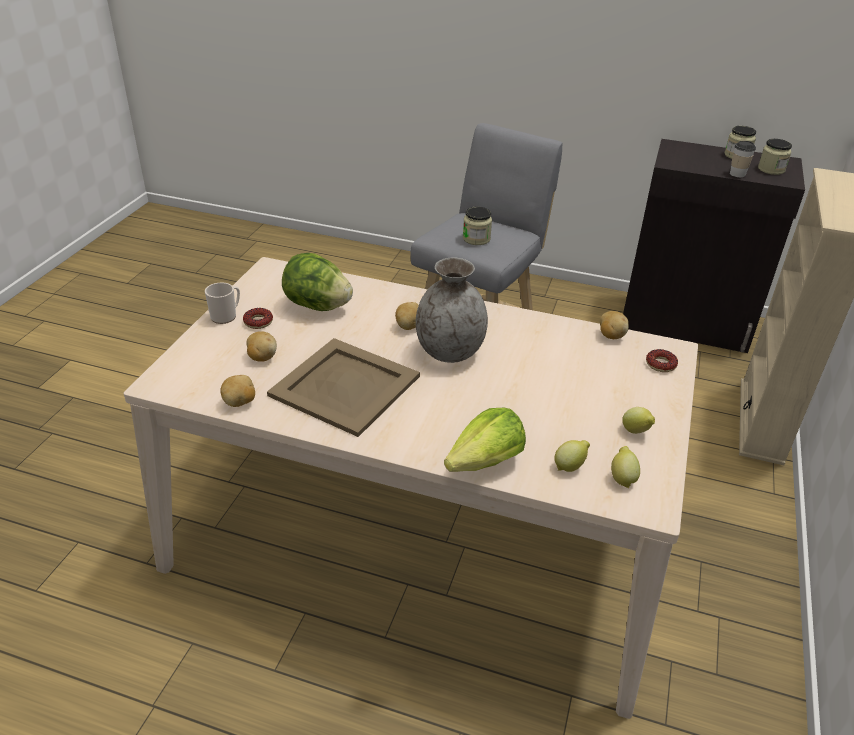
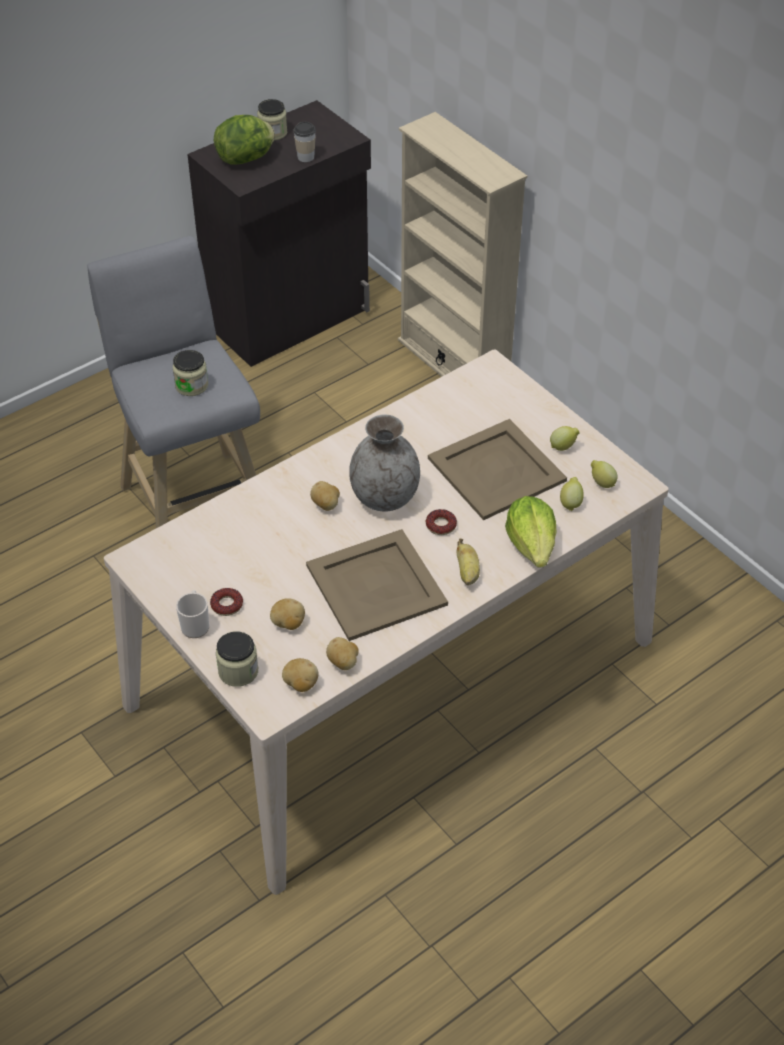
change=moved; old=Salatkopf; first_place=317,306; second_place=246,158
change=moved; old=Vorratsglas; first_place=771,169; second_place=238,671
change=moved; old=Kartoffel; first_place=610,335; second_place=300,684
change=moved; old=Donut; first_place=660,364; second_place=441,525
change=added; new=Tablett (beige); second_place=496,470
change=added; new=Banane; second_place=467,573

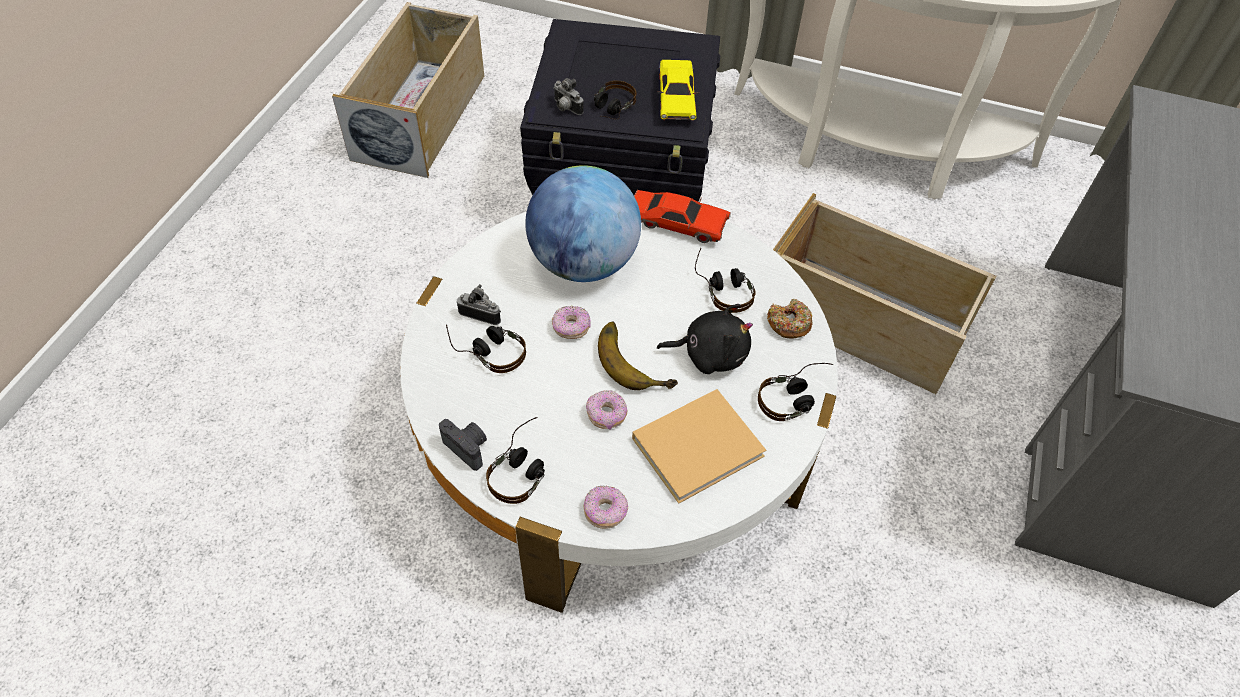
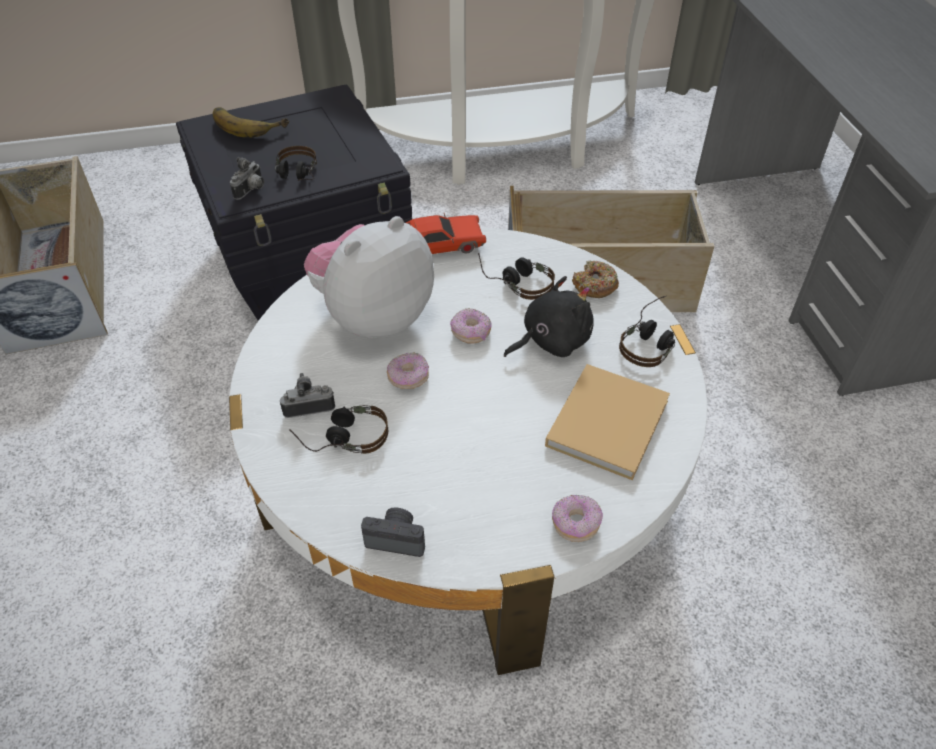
change=moved; old=Banane; first_place=636,359; second_place=249,123
change=turned; old=Kamera; first_place=566,108; second_place=251,190; degrees=-75
change=replaced; old=Globus; new=Plüschtier; first_place=583,263; second_place=373,316
change=moved; old=Donut; first_place=606,415; second_place=471,333
change=removed; old=Kopfhörer; first_place=523,468
change=removed; old=Spielzeugauto (gelb); first_place=676,98

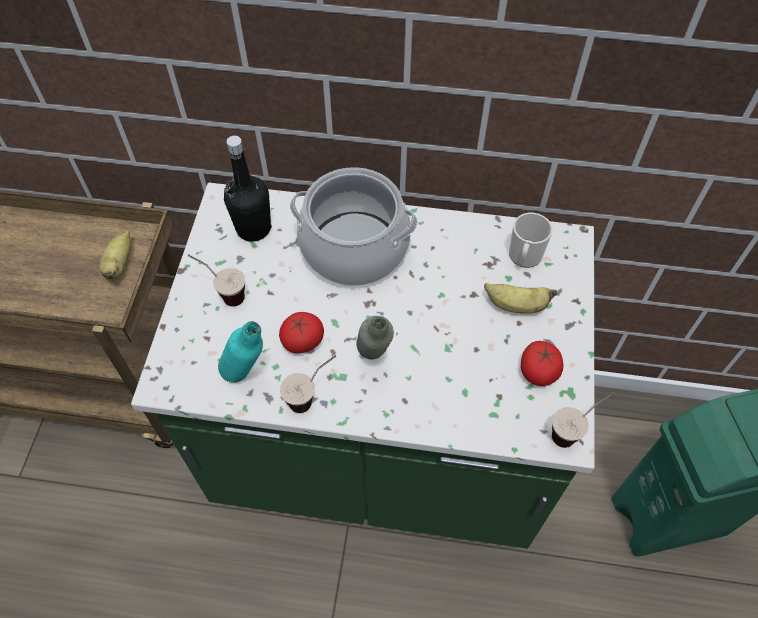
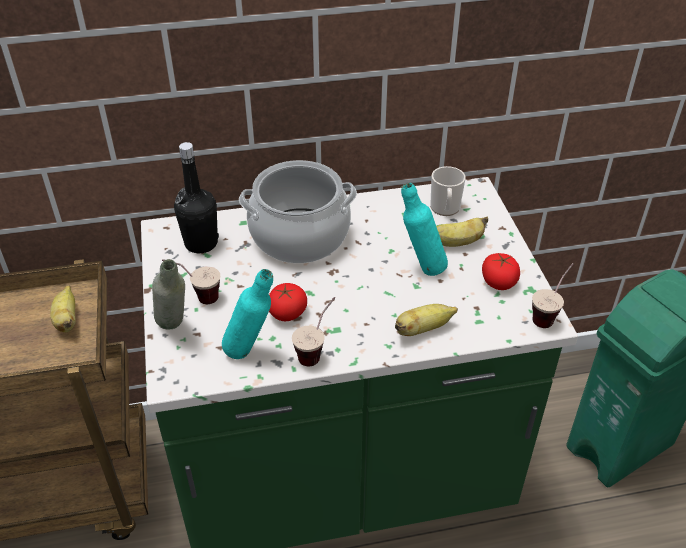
change=moved; old=Flasche (grau); first_place=374,361; second_place=175,330
change=added; new=Banane; second_place=423,329
change=added; new=Flasche (türkis); second_place=421,268

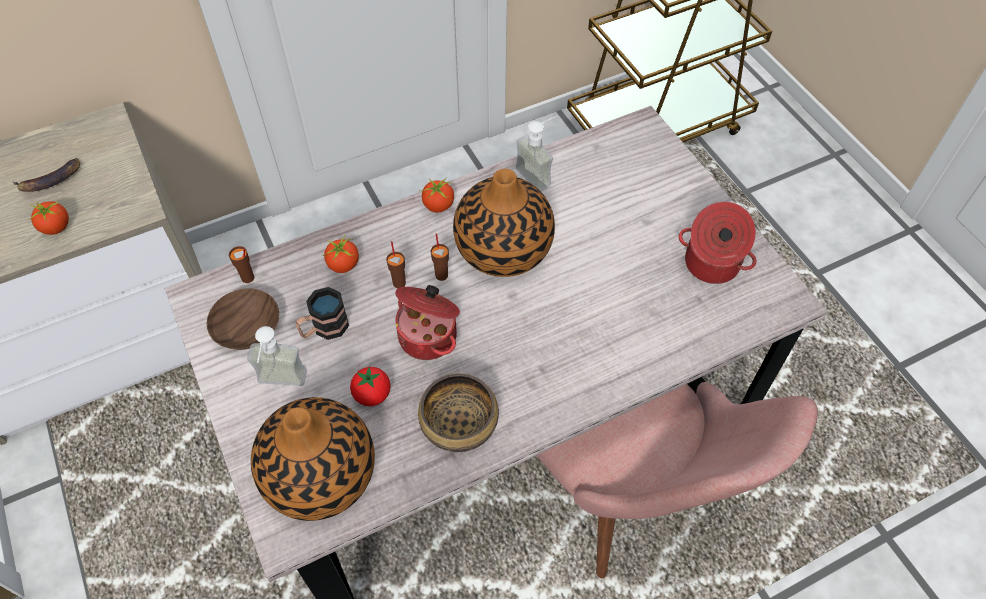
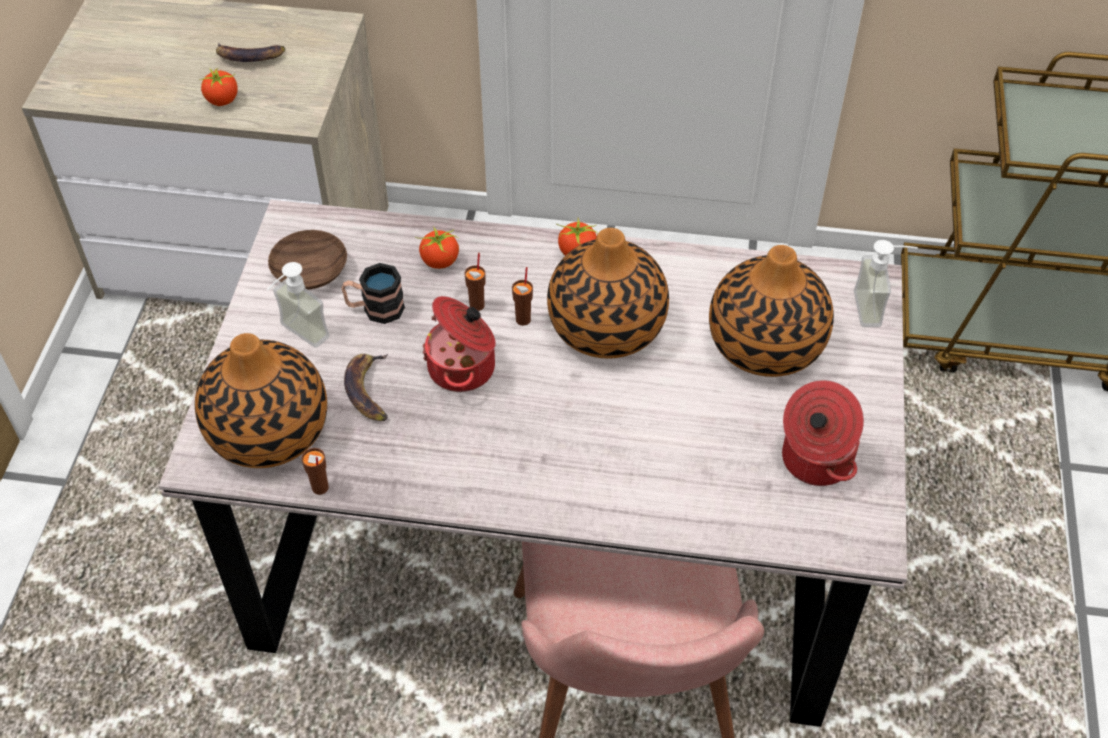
change=moved; old=Tasse (braun); first_place=248,278; second_place=320,488
change=replaced; old=Tomate; new=Banane; first_place=372,394; second_place=368,390
change=added; new=Vase; second_place=766,344
change=moved; old=Seifenspender; first_place=539,173; second_place=878,308
change=removed; old=Schüssel; first_place=460,424

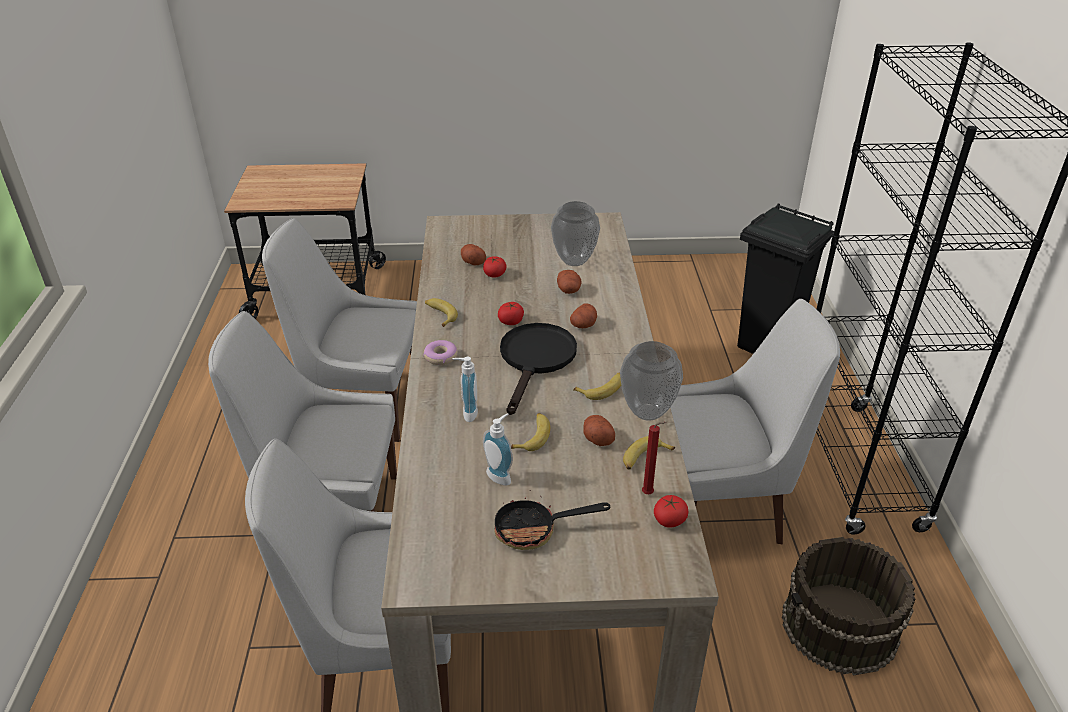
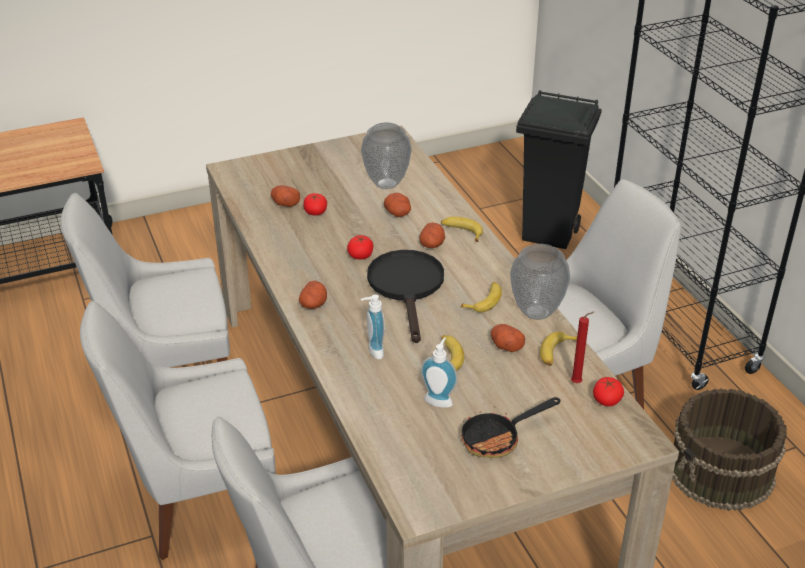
change=replaced; old=Donut; new=Kartoffel; first_place=441,357; second_place=313,304
change=moved; old=Banane; first_place=440,315; second_place=461,232

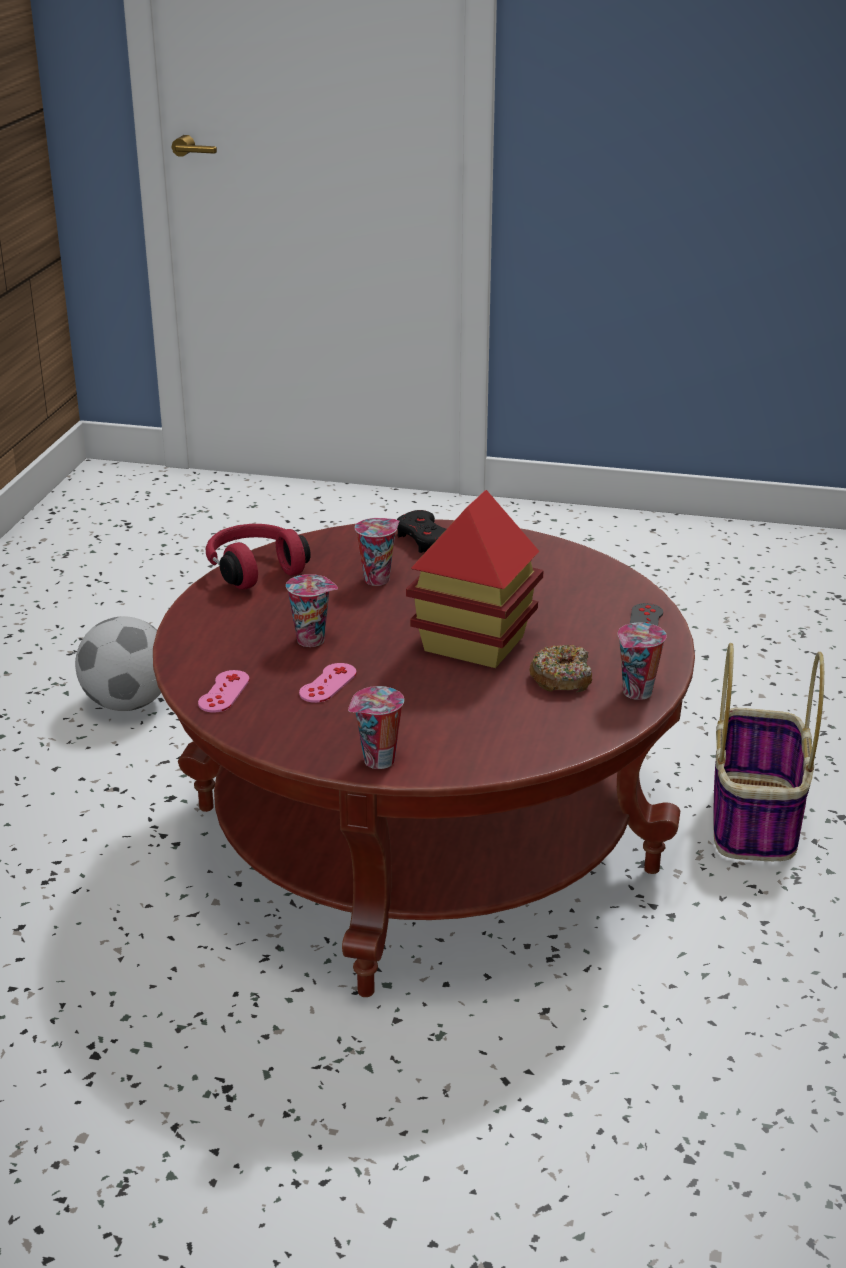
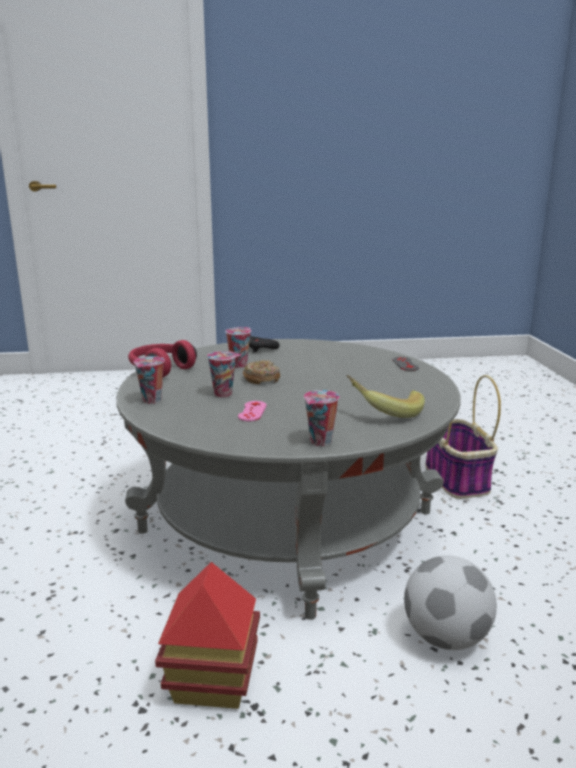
change=recoloured; old=Couchtisch (rot); new=Couchtisch (grau); first_place=423,837; second_place=288,521
change=moved; old=Tasse; first_place=637,693; second_place=152,401
change=moved; old=Spielzeughaus; first_place=473,643; second_place=212,683
change=moved; old=Donut; first_place=561,678; second_place=261,379
change=added; new=Banane; second_place=384,411
change=moved; old=Fußball; first_place=128,703; second_place=445,637
change=removed; old=Gamepad (rosa); first_place=224,692

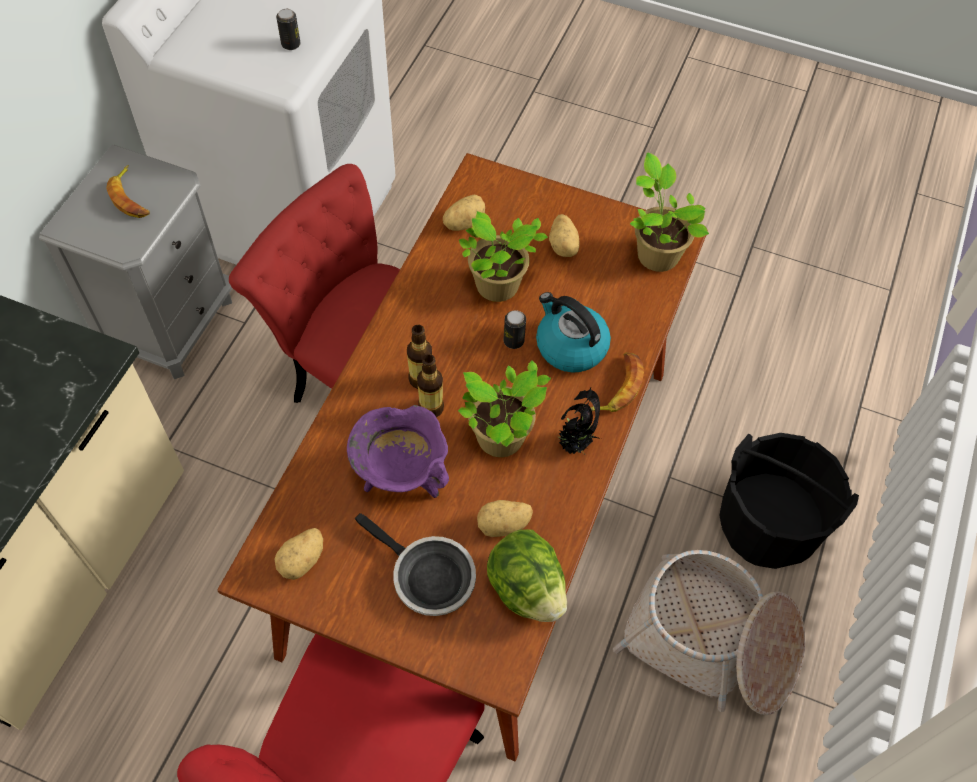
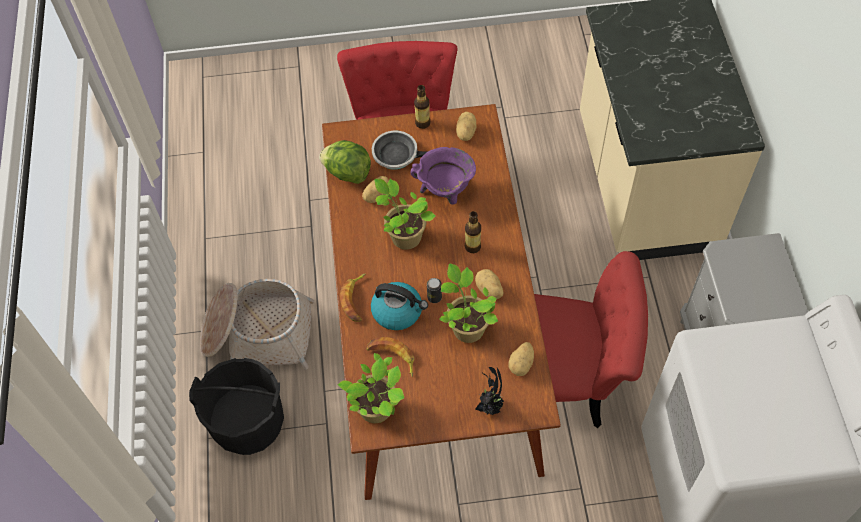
change=moved; old=Banane; first_place=131,197; second_place=392,357
change=moved; old=Flasche; first_place=431,408; second_place=422,123
change=moved; old=Kartoffel; first_place=564,246; second_place=488,290
change=moved; old=Topfpflanze; first_place=575,445; second_place=490,406
change=removed; old=Dose; first_place=291,44

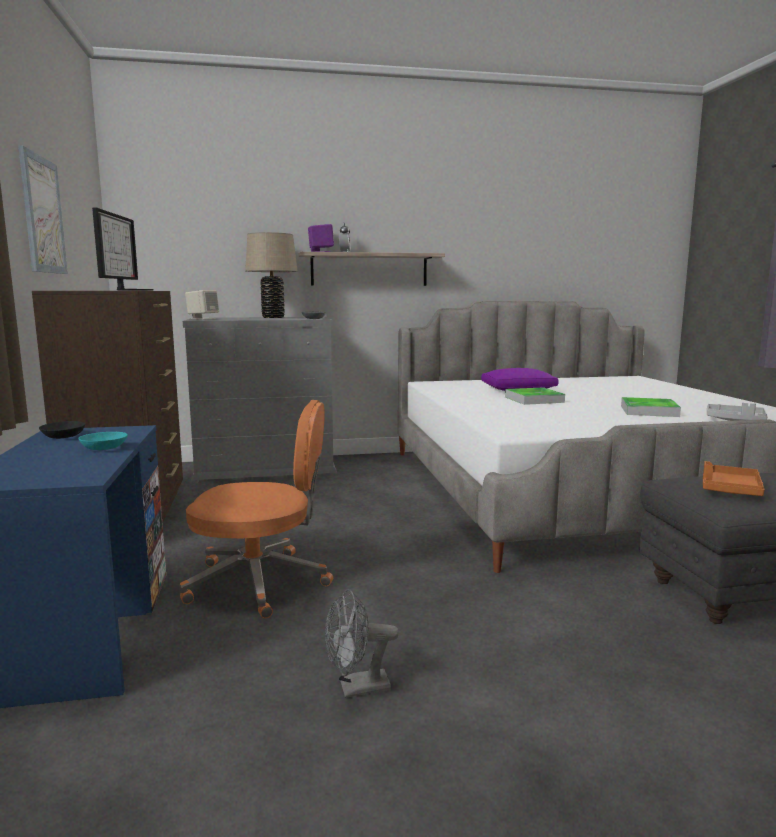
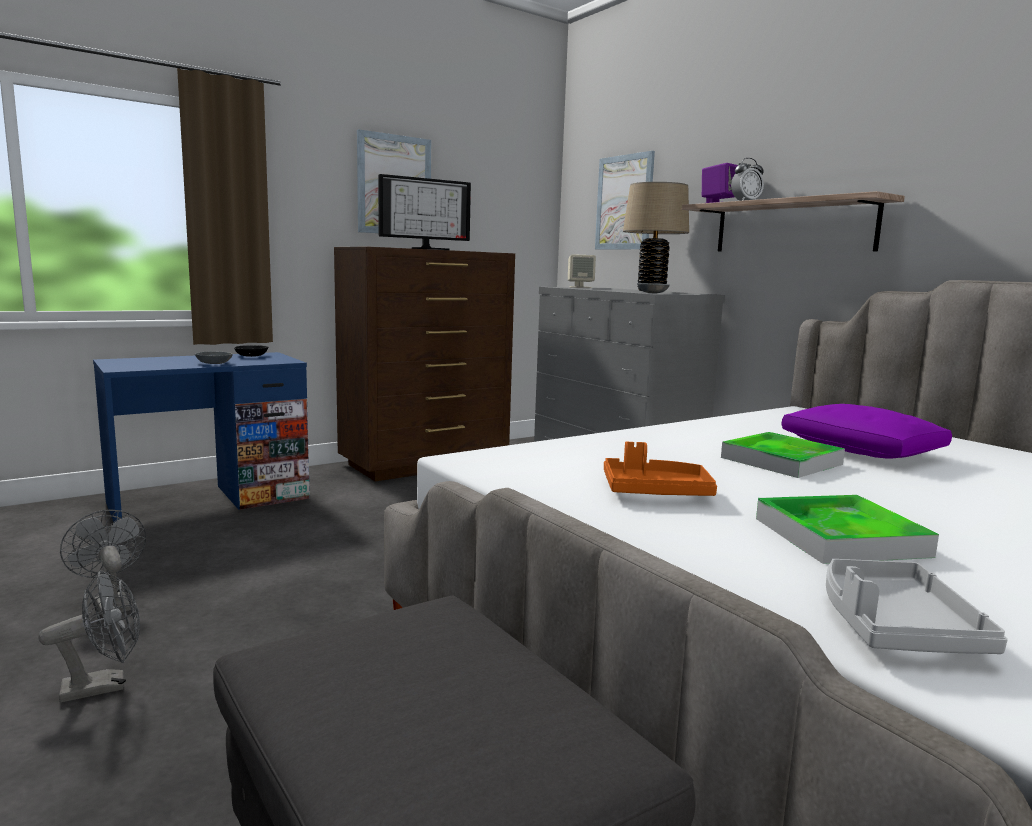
change=added; new=Ventilator (grau); second_place=104,686
change=recoloured; old=Schüssel (türkis); new=Schüssel (grau); first_place=105,448; second_place=214,363
change=added; new=Bild; second_place=624,202
change=moved; old=Tablett (orange); first_place=730,490; second_place=655,492
change=removed; old=Bürostuhl (orange); first_place=260,582

